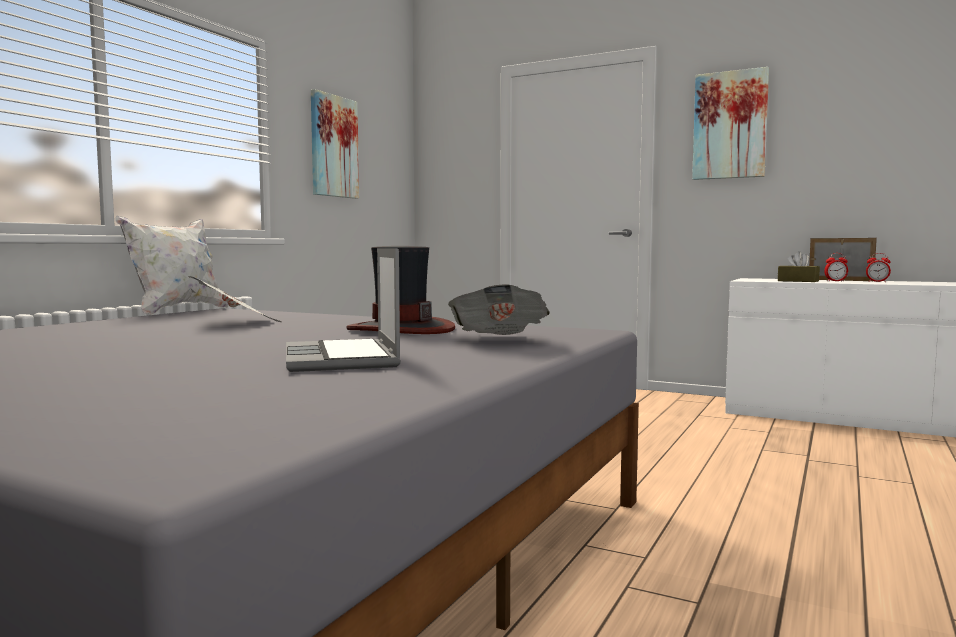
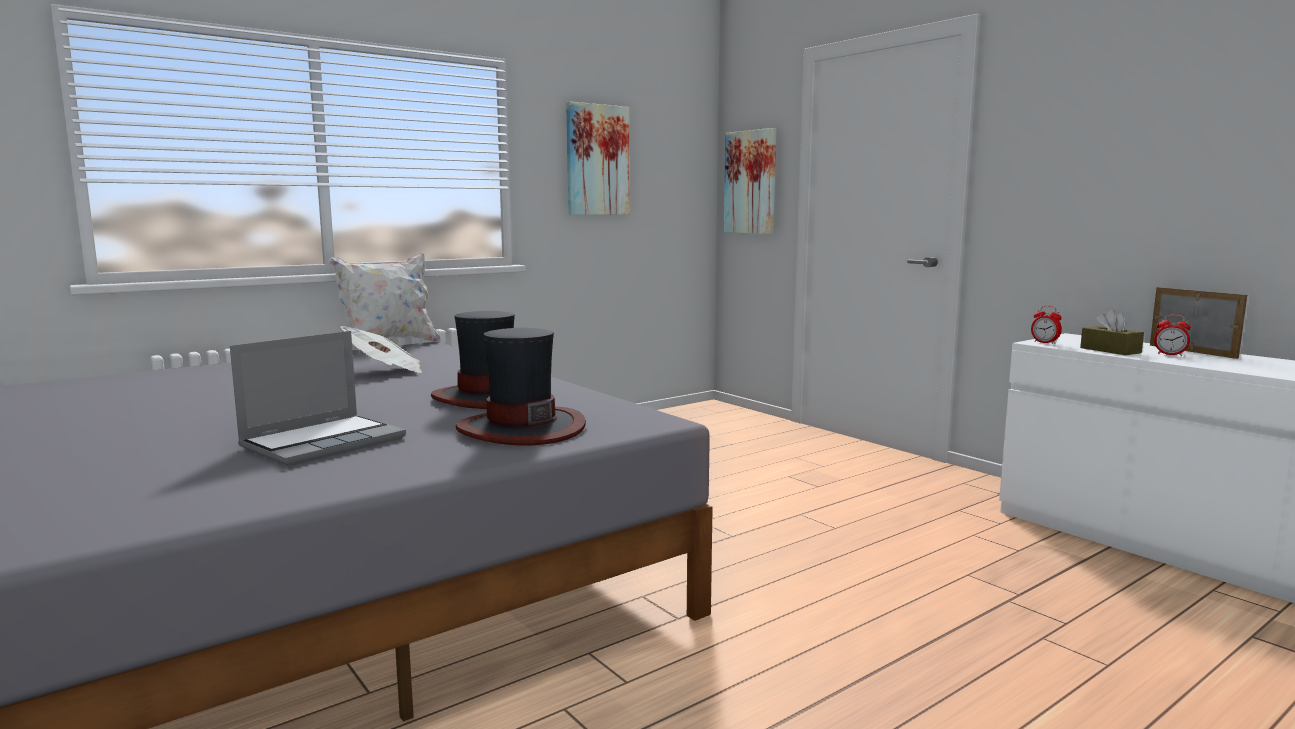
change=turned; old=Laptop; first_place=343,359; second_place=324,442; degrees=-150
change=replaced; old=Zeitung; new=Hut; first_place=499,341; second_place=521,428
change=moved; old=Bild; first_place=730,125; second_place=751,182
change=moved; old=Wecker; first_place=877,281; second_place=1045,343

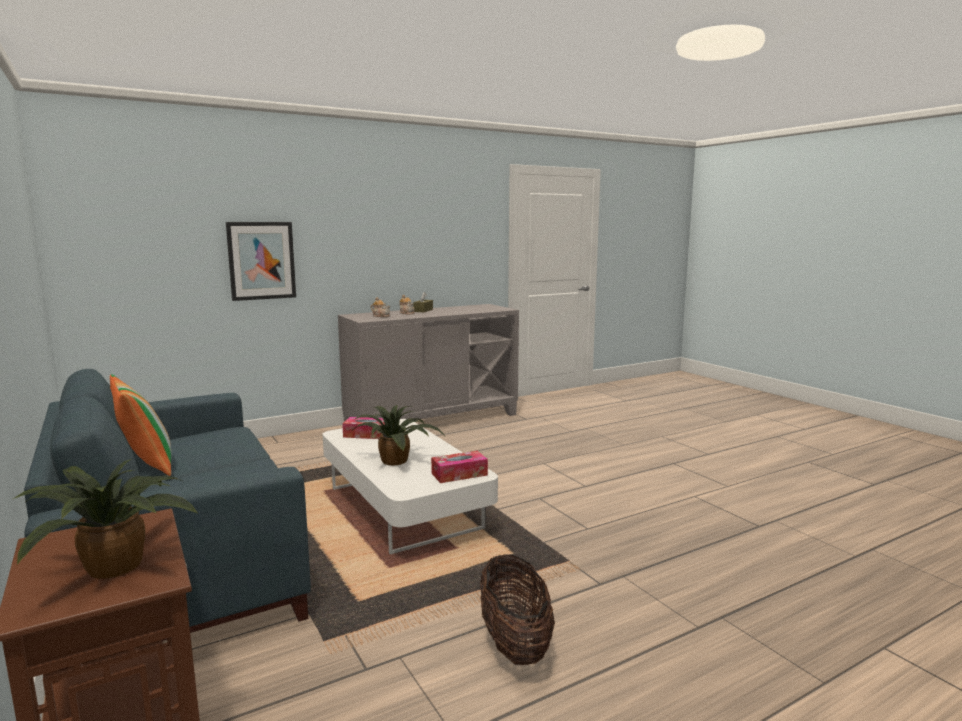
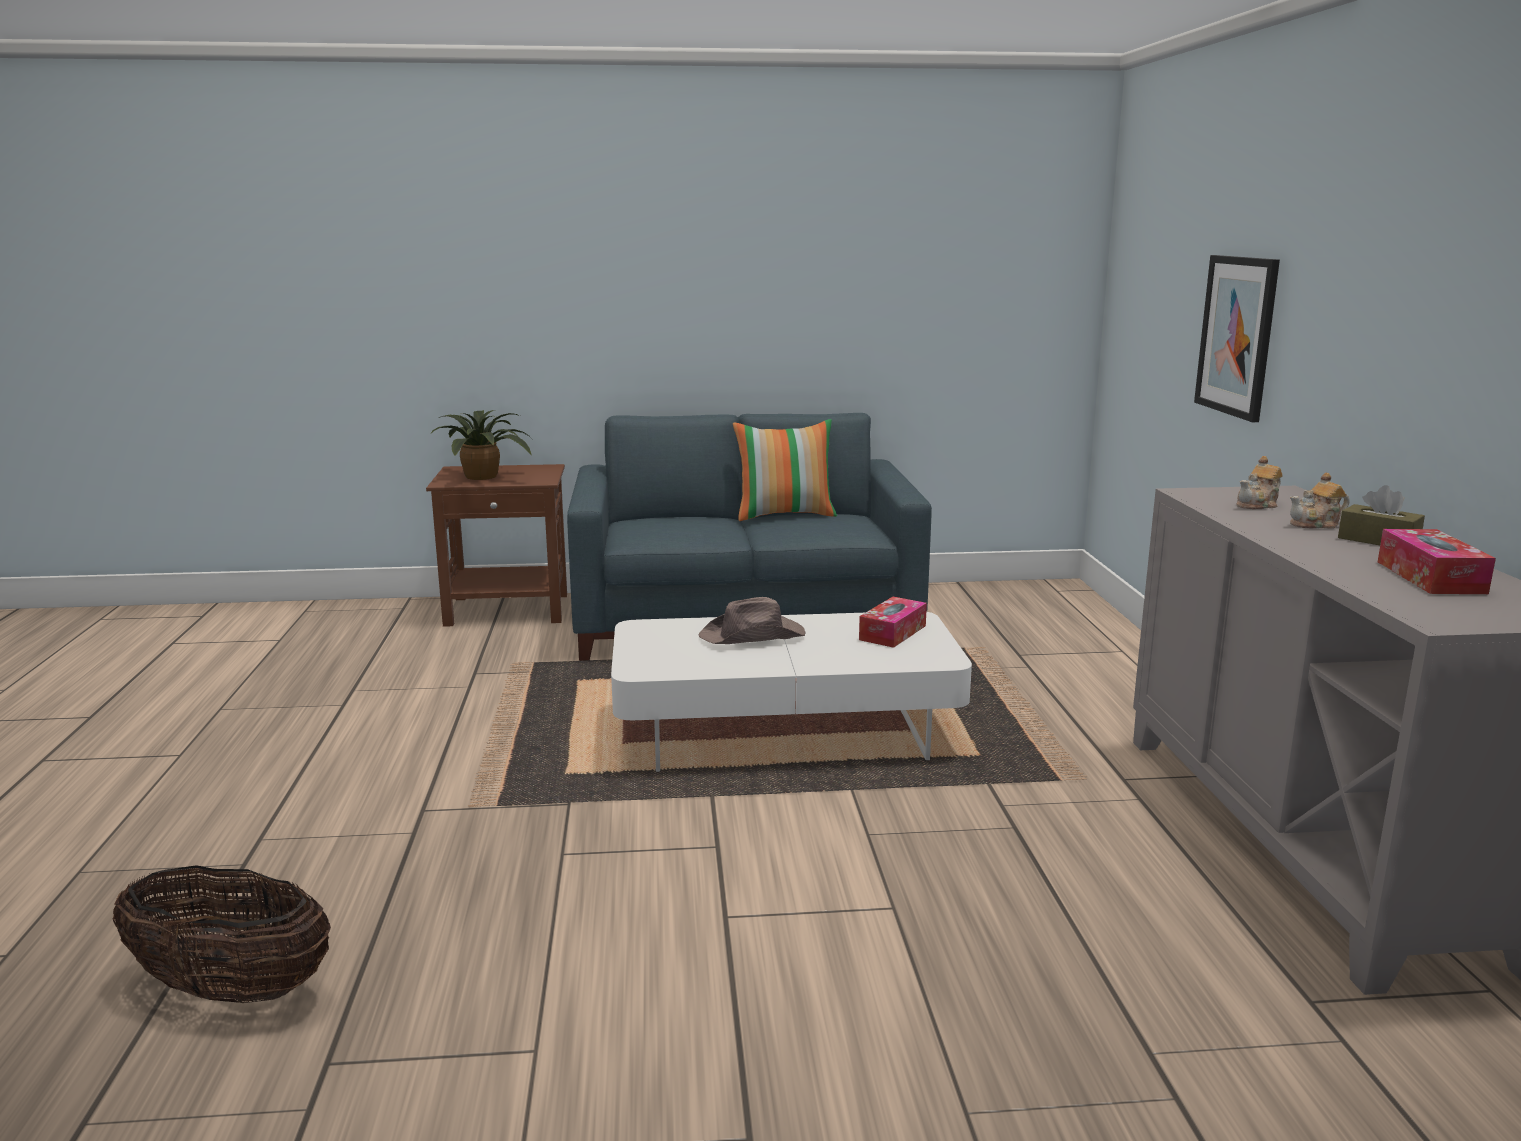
change=moved; old=Korb; first_place=514,643; second_place=231,989
change=replaced; old=Topfpflanze; new=Hut (braun); first_place=397,460; second_place=753,636
change=moved; old=Taschentuchbox; first_place=459,474; second_place=1430,577

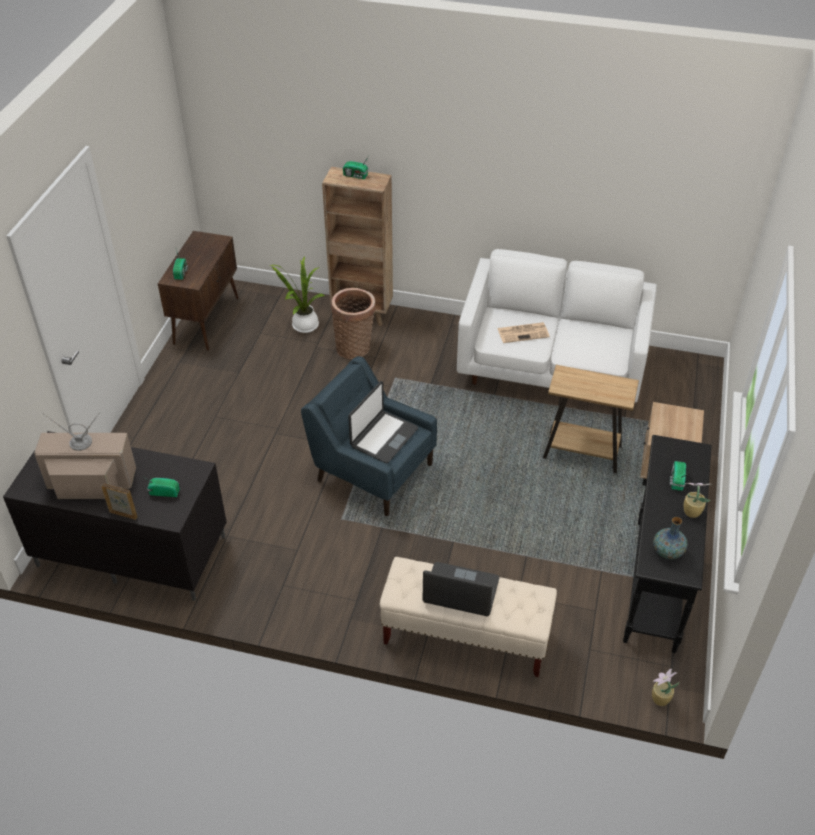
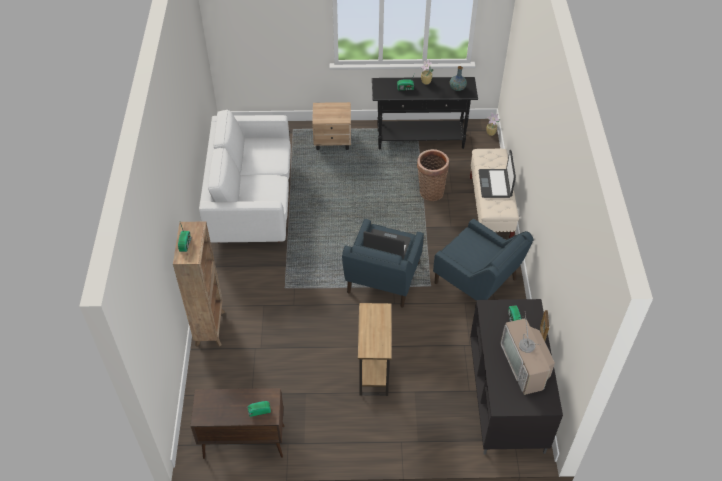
change=moved; old=Beistelltisch (braun); first_place=582,453; second_place=374,370
change=moved; old=Korb; first_place=355,347; second_place=430,191
change=added; new=Sessel (blau); second_place=477,283
change=removed; old=Topfpflanze; first_place=303,325
change=removed; old=Zeitung; first_place=523,332

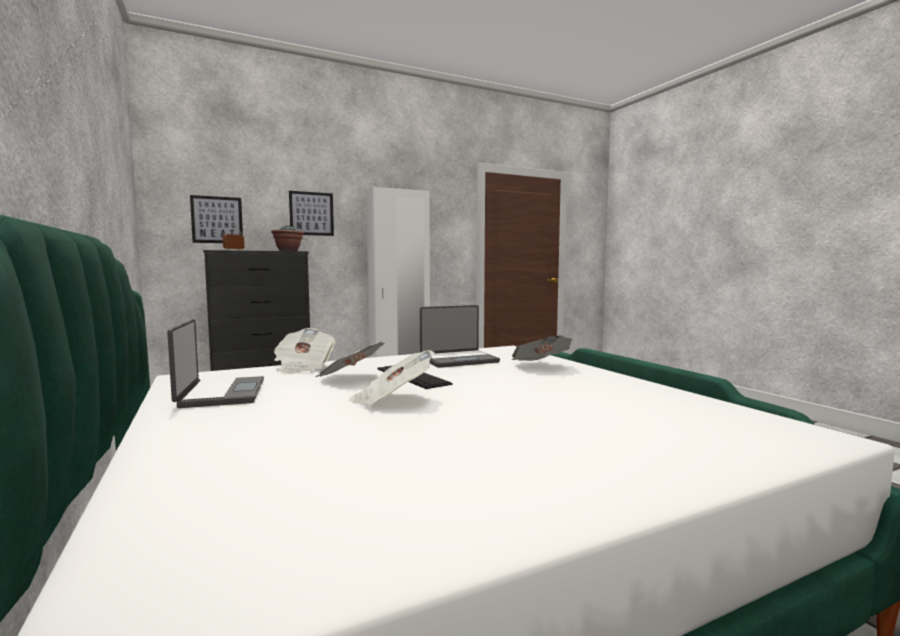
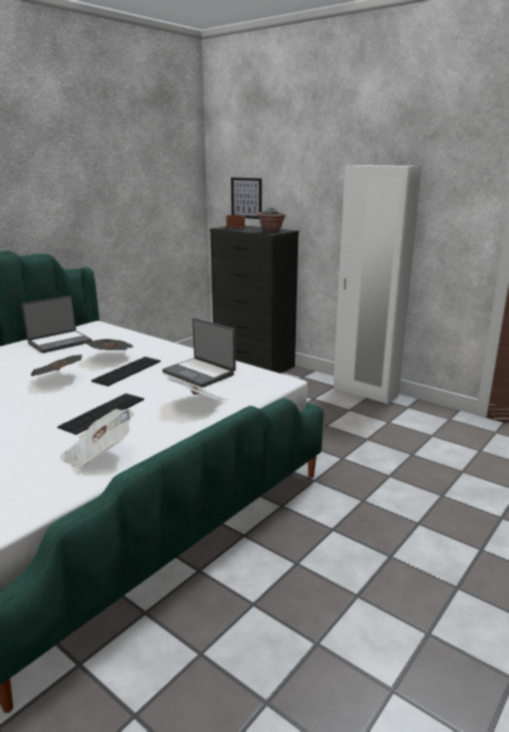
change=added; new=Tastatur; second_place=103,413
change=moved; old=Zeitung; first_place=303,367; second_place=98,455
change=removed; old=Bild; first_place=311,213

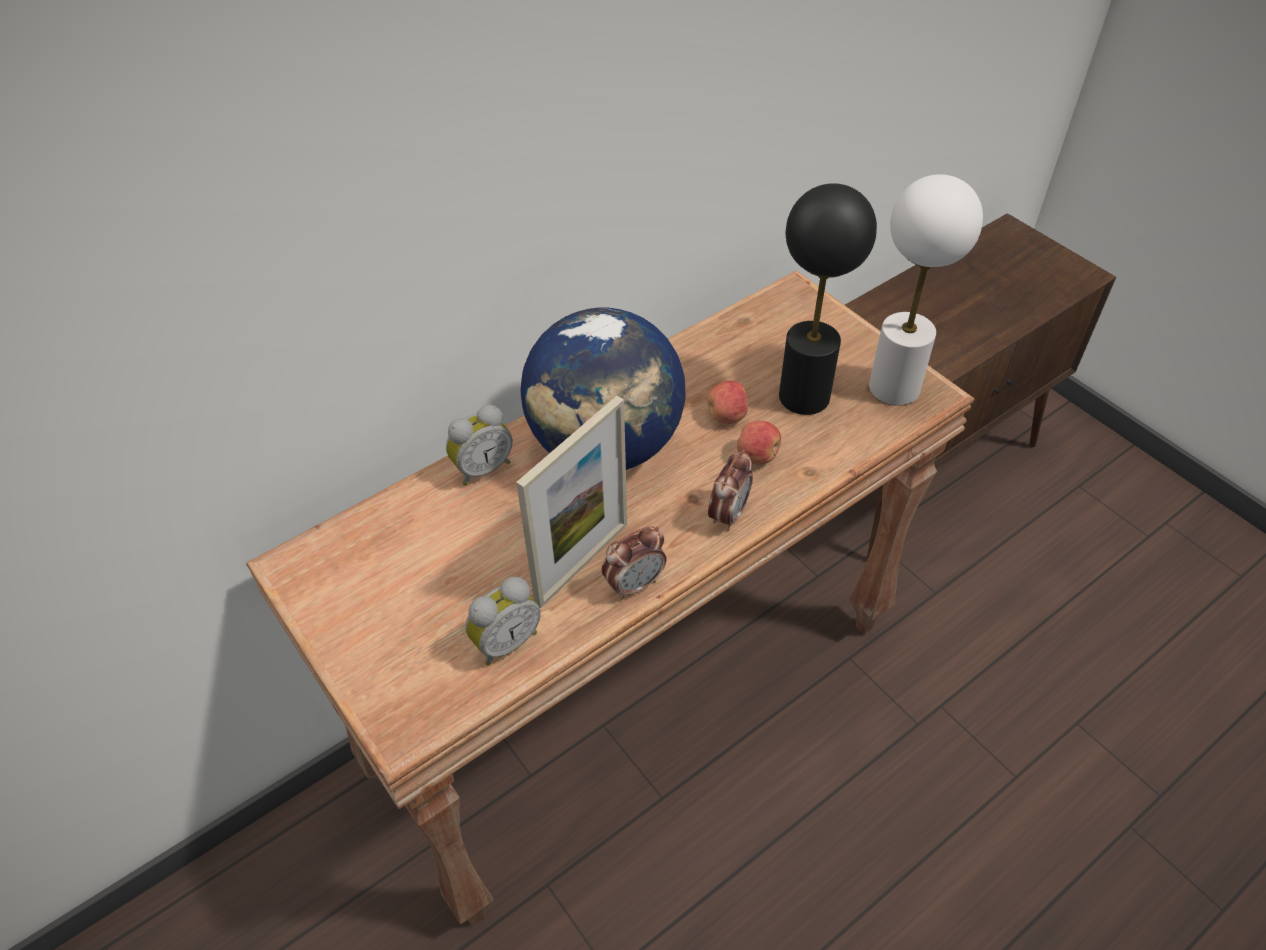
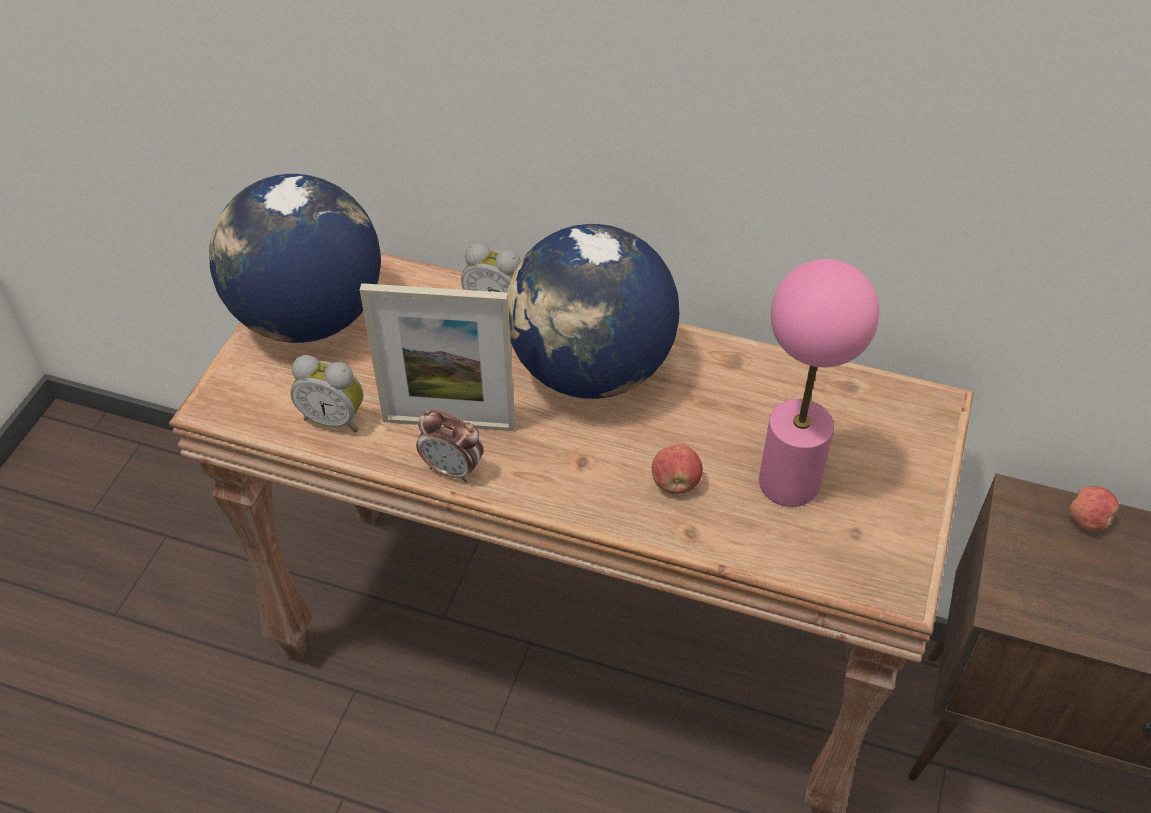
change=added; new=Globus; second_place=308,318
change=recoloured; old=Tischlampe (schwarz); new=Tischlampe (rosa); first_place=805,397; second_place=789,483
change=moved; old=Apfel; first_place=727,416; second_place=1087,521
change=removed; old=Wecker; first_place=728,514
change=removed; old=Tischlampe (weiß); first_place=894,388

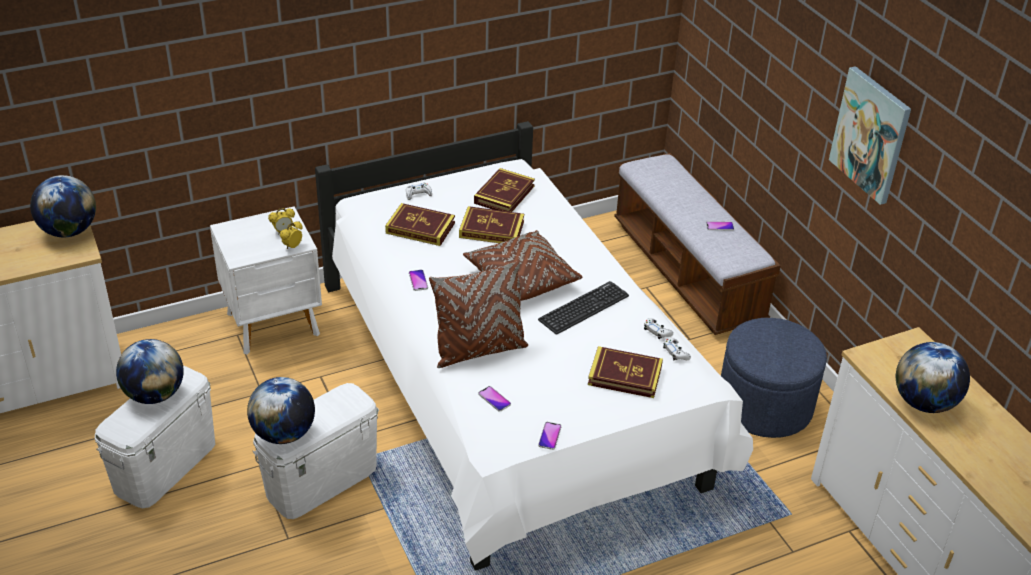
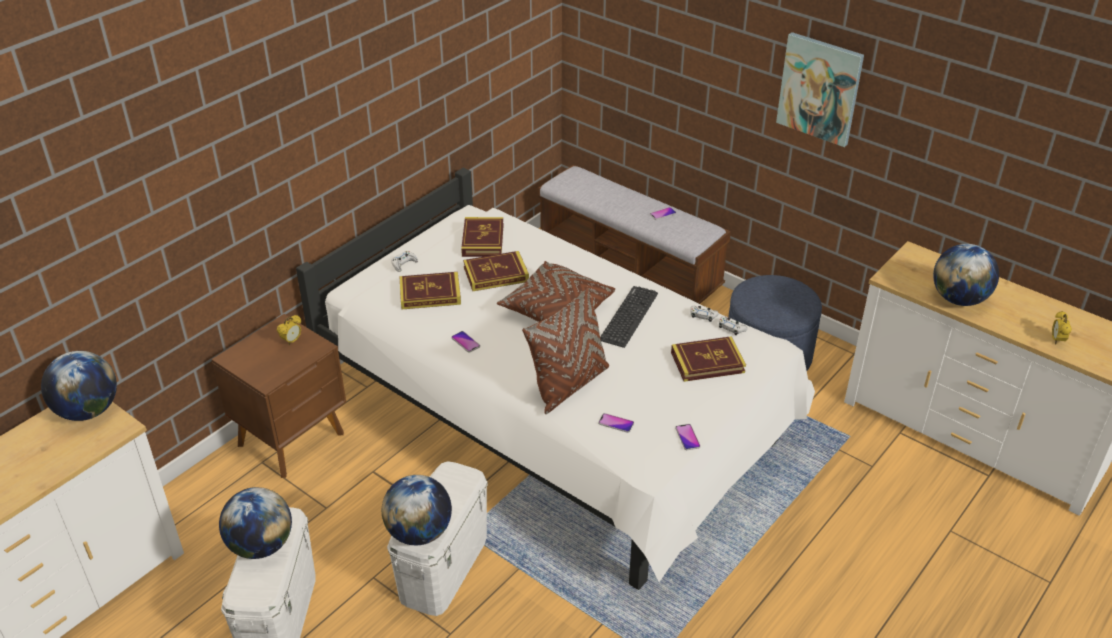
change=recoloured; old=Nachttisch (weiß); new=Nachttisch (braun); first_place=275,325; second_place=293,439
change=moved; old=Wecker; first_place=292,247; second_place=1056,340

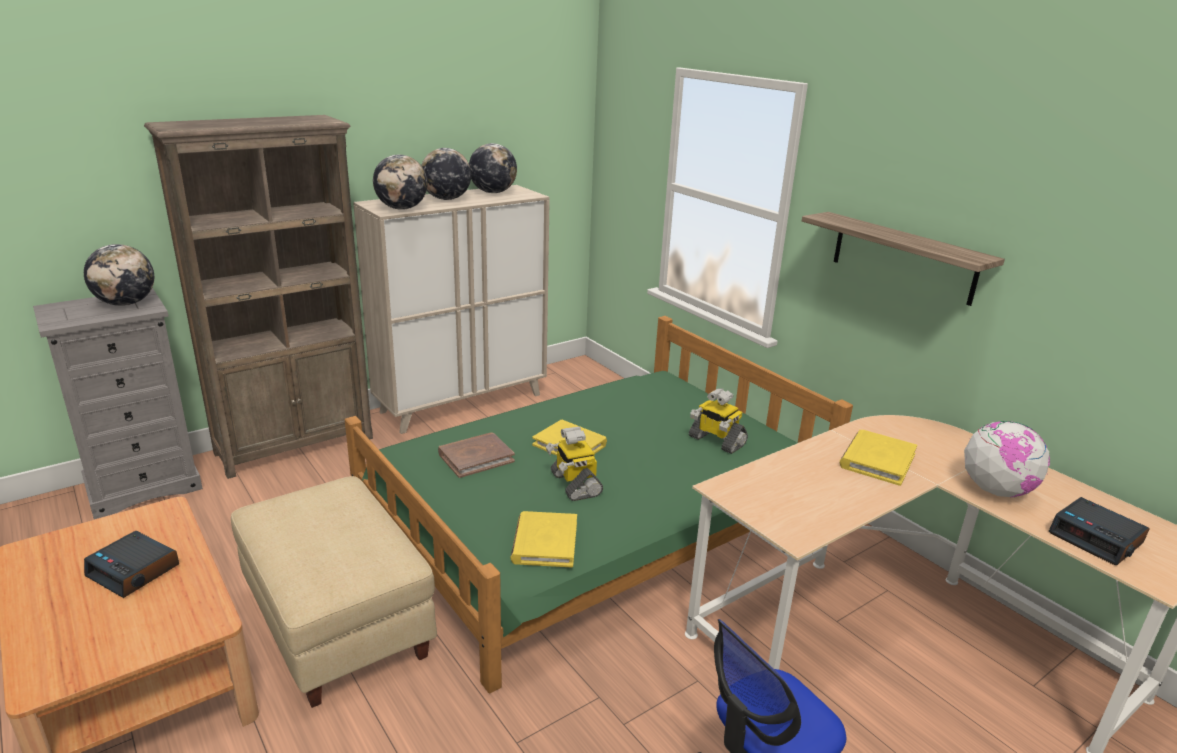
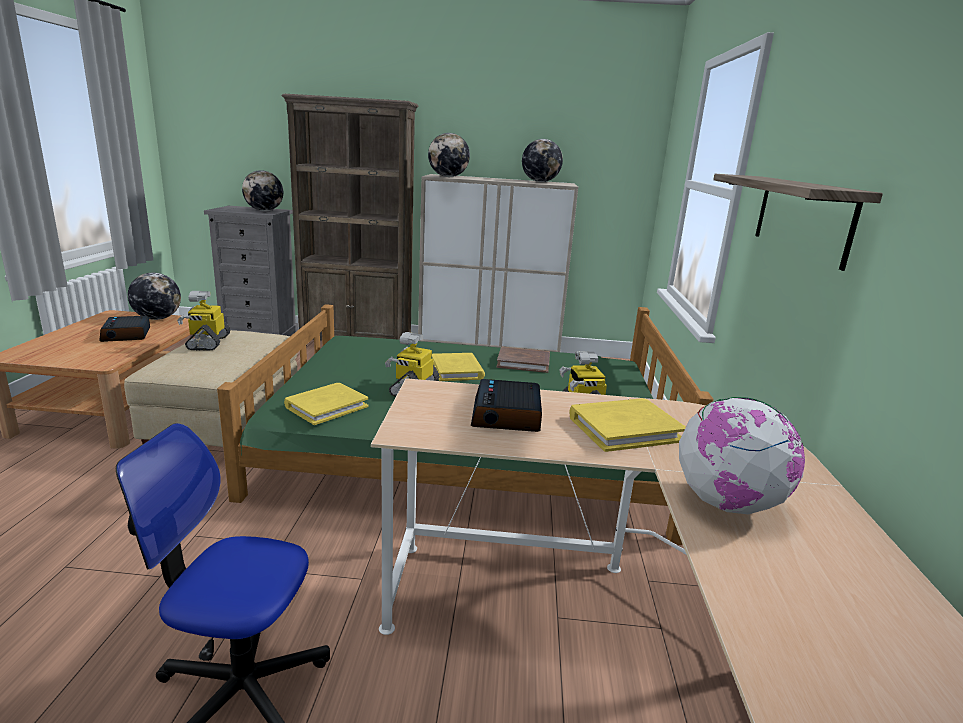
change=moved; old=Globus; first_place=446,199; second_place=157,318
change=added; new=Spielzeugroboter; second_place=208,342
change=moved; old=Wecker; first_place=1096,538; second_place=507,415
change=moved; old=Buch (braun); first_place=476,457; second_place=523,362

